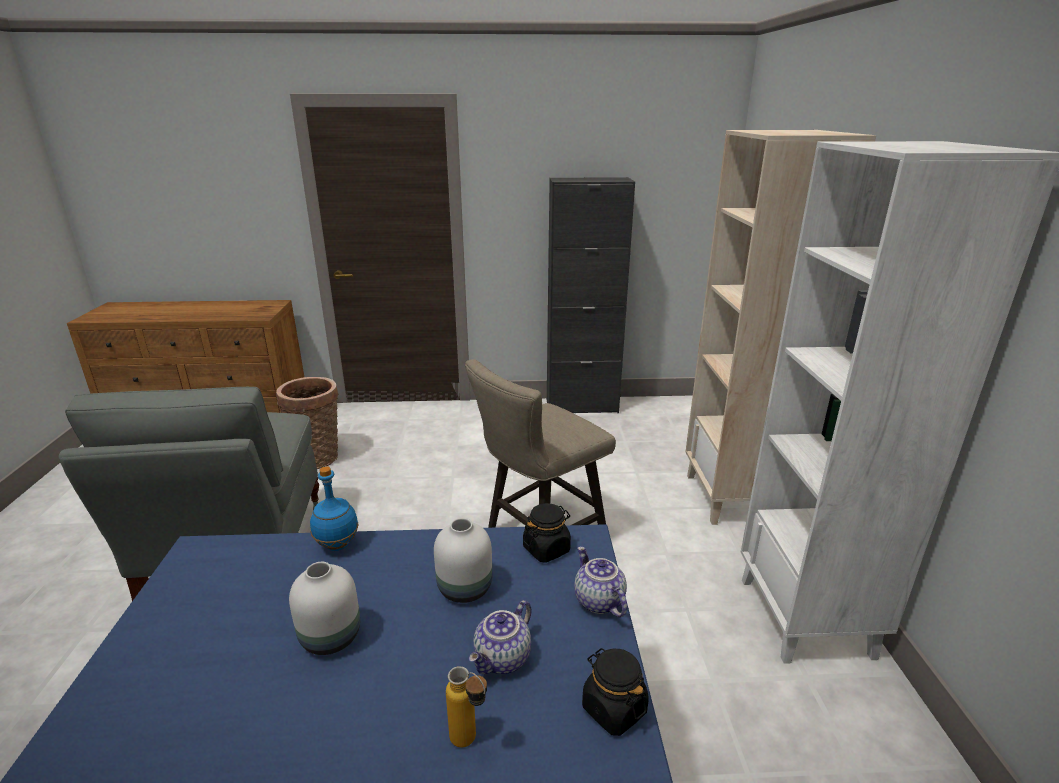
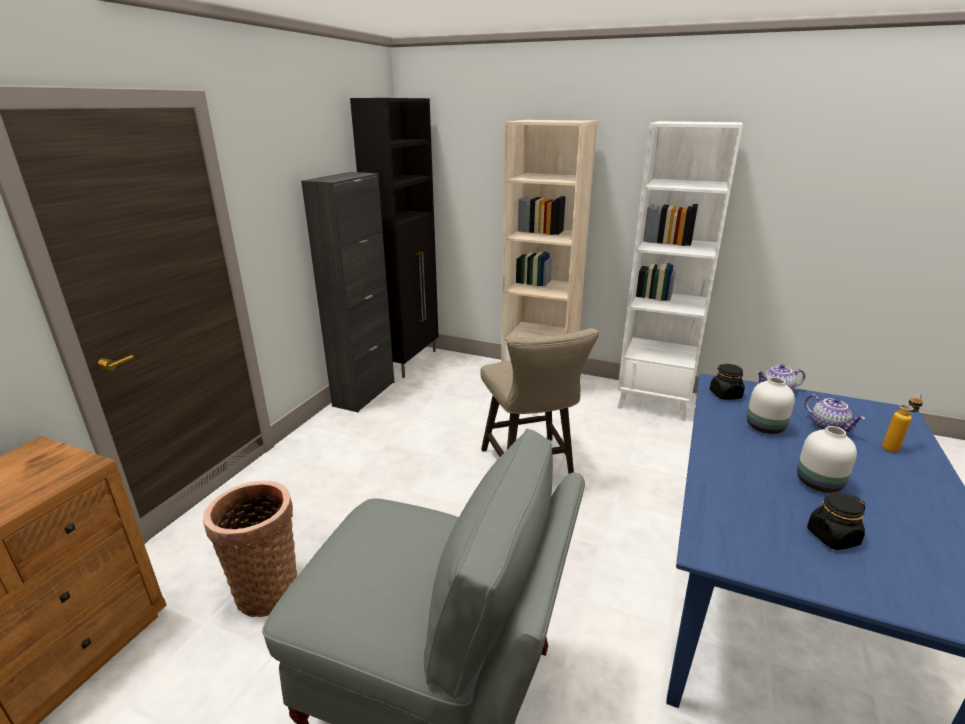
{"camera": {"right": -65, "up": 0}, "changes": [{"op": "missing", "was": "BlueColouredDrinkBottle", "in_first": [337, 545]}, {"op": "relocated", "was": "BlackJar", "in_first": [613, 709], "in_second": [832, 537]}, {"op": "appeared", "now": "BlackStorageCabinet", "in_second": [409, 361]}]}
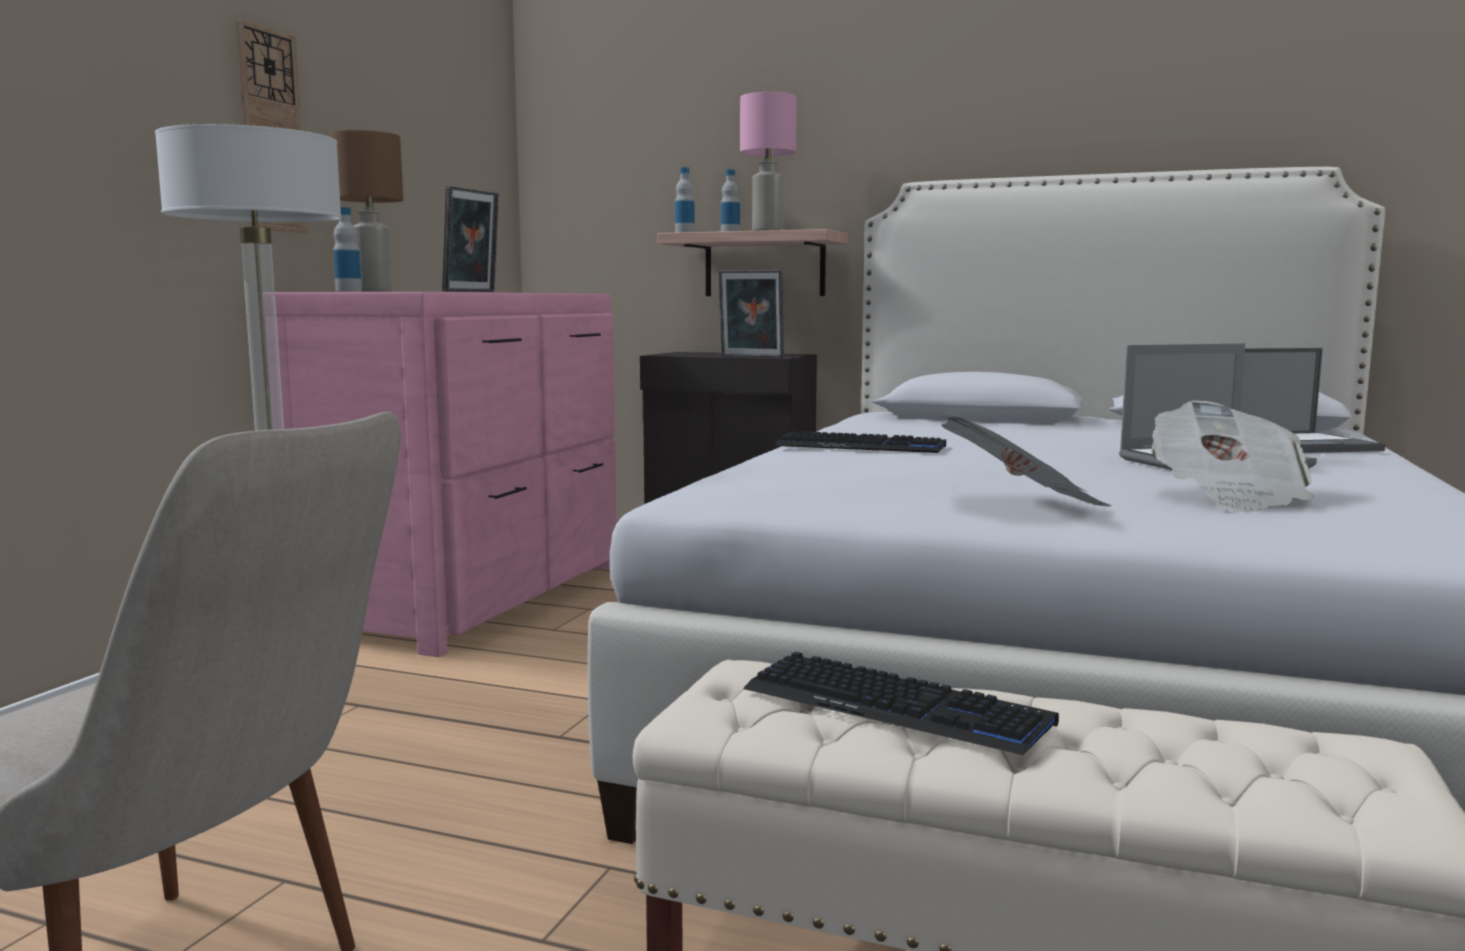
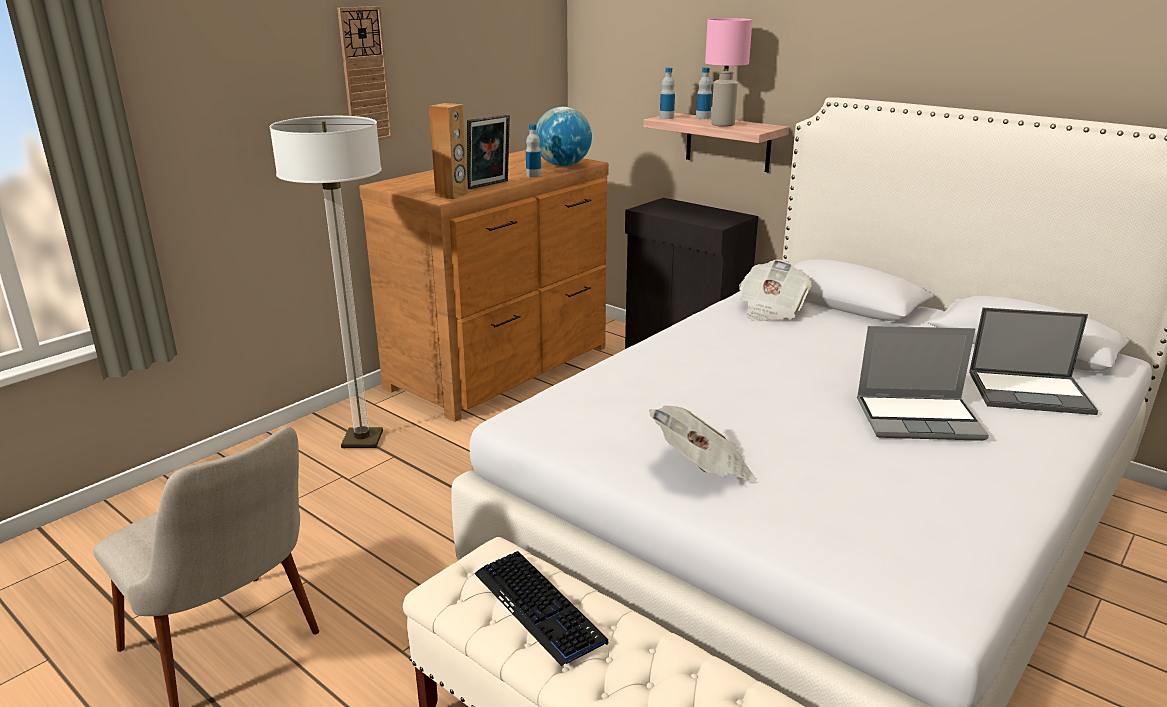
{"camera": {"right": 20, "up": 15}, "changes": [{"op": "colour", "was": "PinkDresser", "now": "BrownishDresser", "in_first": [476, 598], "in_second": [503, 368]}, {"op": "missing", "was": "BrownishTableLamp", "in_first": [374, 291]}, {"op": "relocated", "was": "DrinkBottle", "in_first": [348, 291], "in_second": [533, 175]}, {"op": "missing", "was": "StandingFrame", "in_first": [751, 357]}, {"op": "missing", "was": "Keyboard", "in_first": [861, 446]}, {"op": "relocated", "was": "Newspaper", "in_first": [1227, 497], "in_second": [770, 310]}, {"op": "appeared", "now": "BrownishAudioSpeaker", "in_second": [452, 195]}, {"op": "appeared", "now": "DeskGlobe", "in_second": [563, 165]}]}
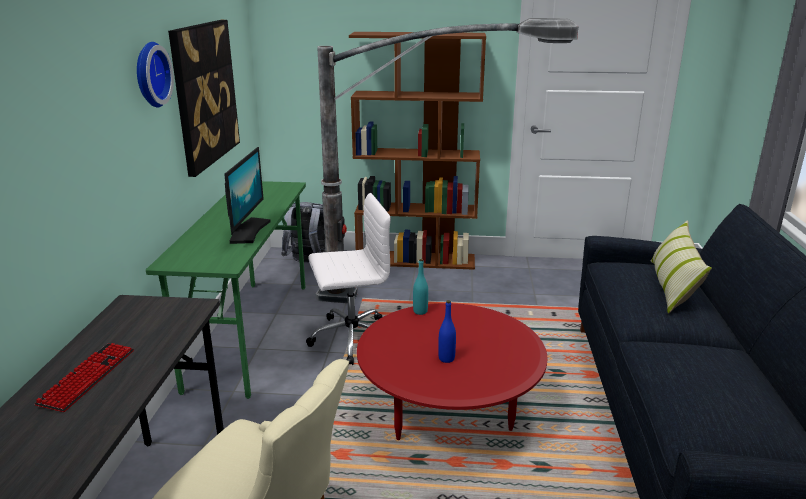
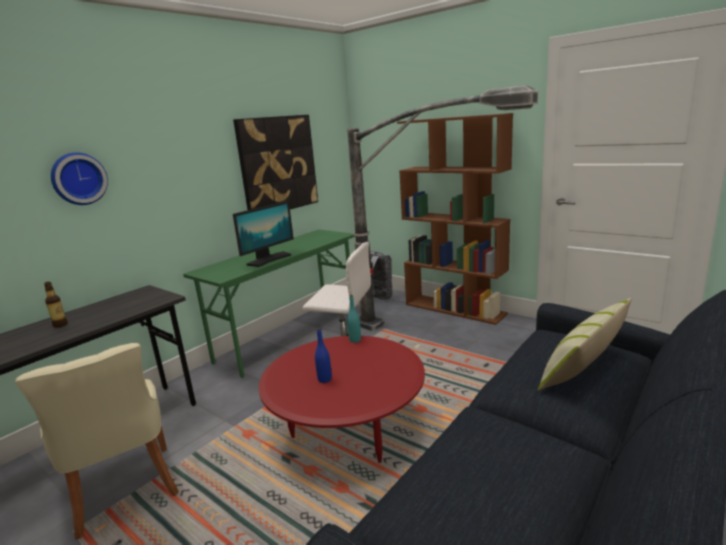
{"camera": {"right": 35, "up": -5}, "changes": [{"op": "exchanged", "was": "Keyboard", "now": "DrinkBottle", "in_first": [88, 377], "in_second": [60, 325]}, {"op": "relocated", "was": "HangingClock", "in_first": [149, 74], "in_second": [78, 179]}]}
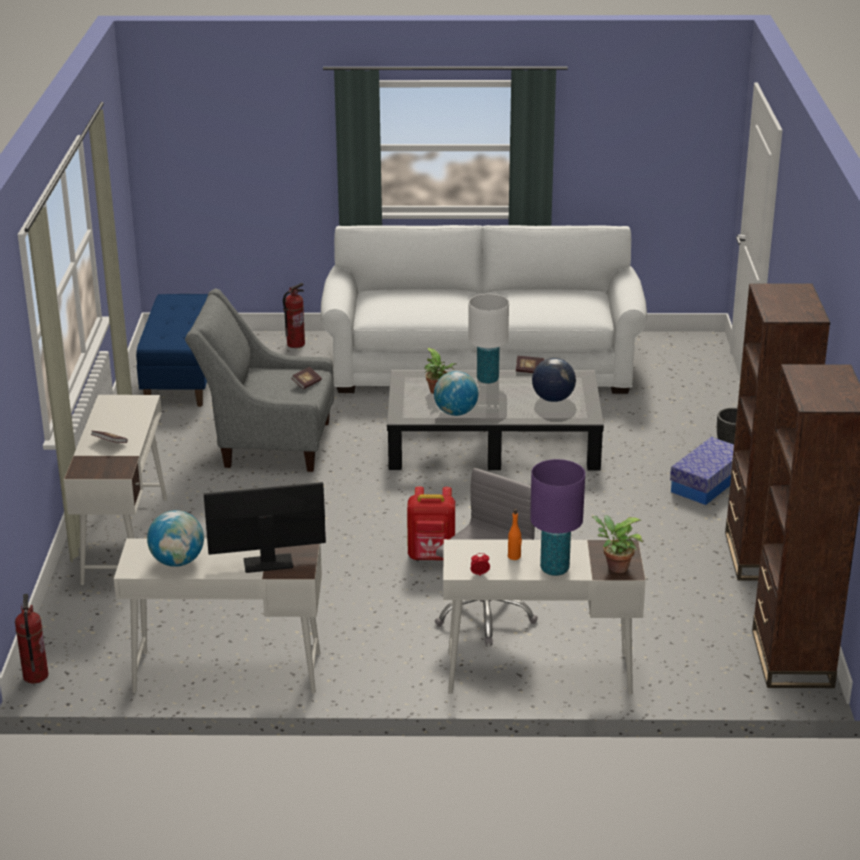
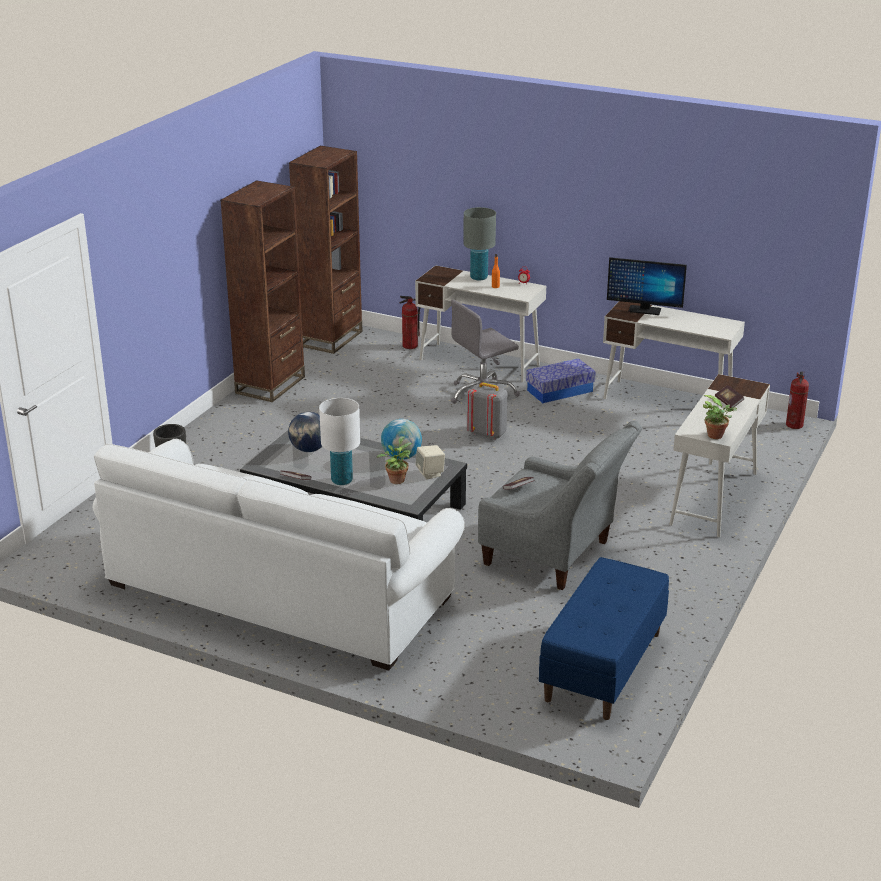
{"camera": {"right": -155, "up": 0}, "changes": [{"op": "missing", "was": "DeskGlobe", "in_first": [177, 562]}, {"op": "relocated", "was": "Extinguisher", "in_first": [296, 344], "in_second": [410, 346]}, {"op": "colour", "was": "RedColouredKnapsack", "now": "GreyishKnapsack", "in_first": [431, 556], "in_second": [487, 433]}, {"op": "colour", "was": "PurpleTableLamp", "now": "GreyishTableLamp", "in_first": [554, 569], "in_second": [479, 278]}, {"op": "relocated", "was": "PottedPlant", "in_first": [615, 567], "in_second": [717, 436]}, {"op": "relocated", "was": "StorageContainer", "in_first": [707, 483], "in_second": [559, 391]}, {"op": "appeared", "now": "BeigeColouredAudioSpeaker", "in_second": [430, 473]}]}
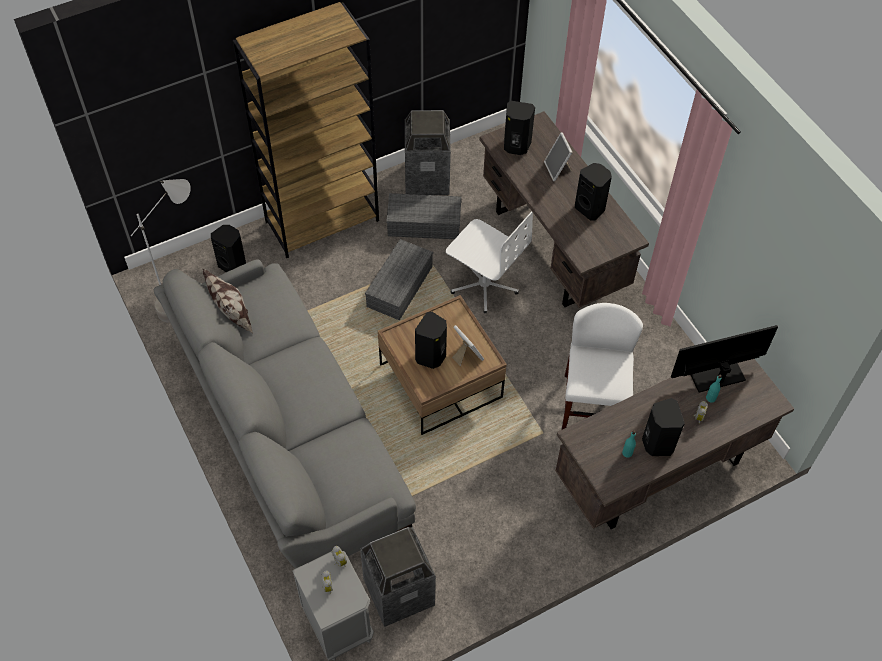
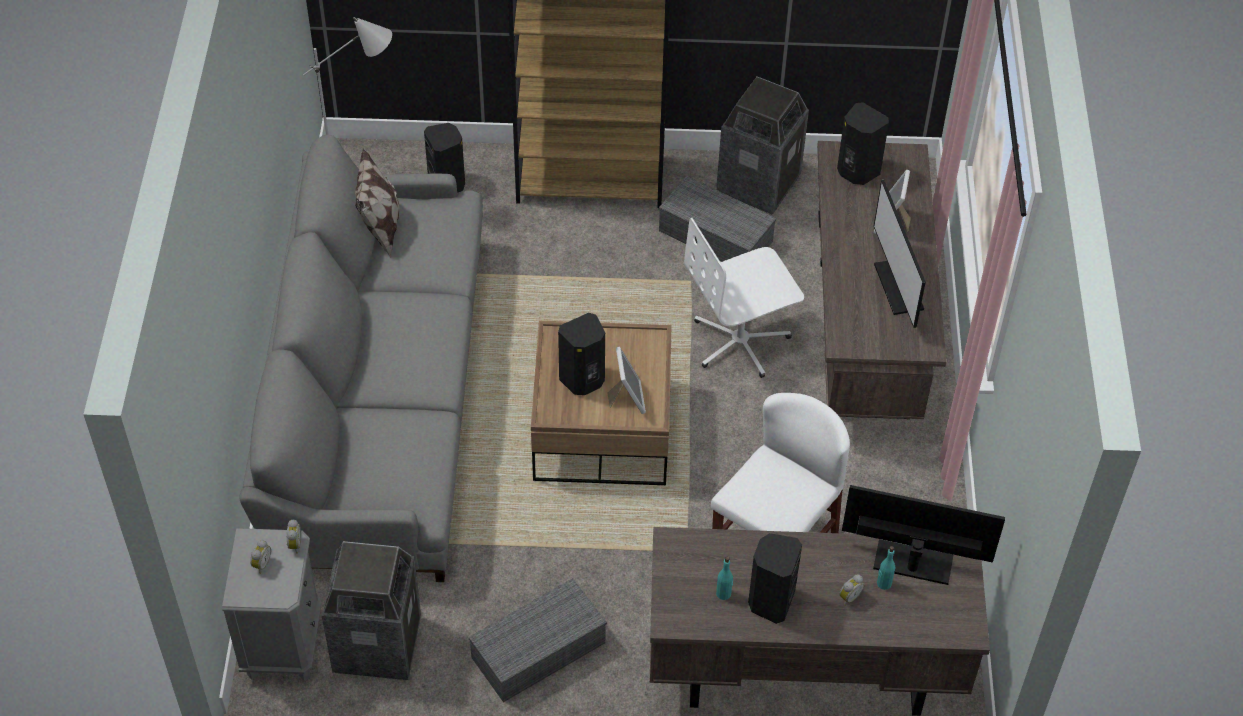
{"camera": {"right": 30, "up": -5}, "changes": [{"op": "relocated", "was": "GreyishStorageContainer", "in_first": [399, 285], "in_second": [539, 648]}, {"op": "spun", "was": "WhiteColouredDeskChair", "in_first": [484, 284], "in_second": [740, 341], "clockwise": 90}, {"op": "exchanged", "was": "BlackAudioSpeaker", "now": "ComputerScreen", "in_first": [590, 208], "in_second": [898, 287]}]}
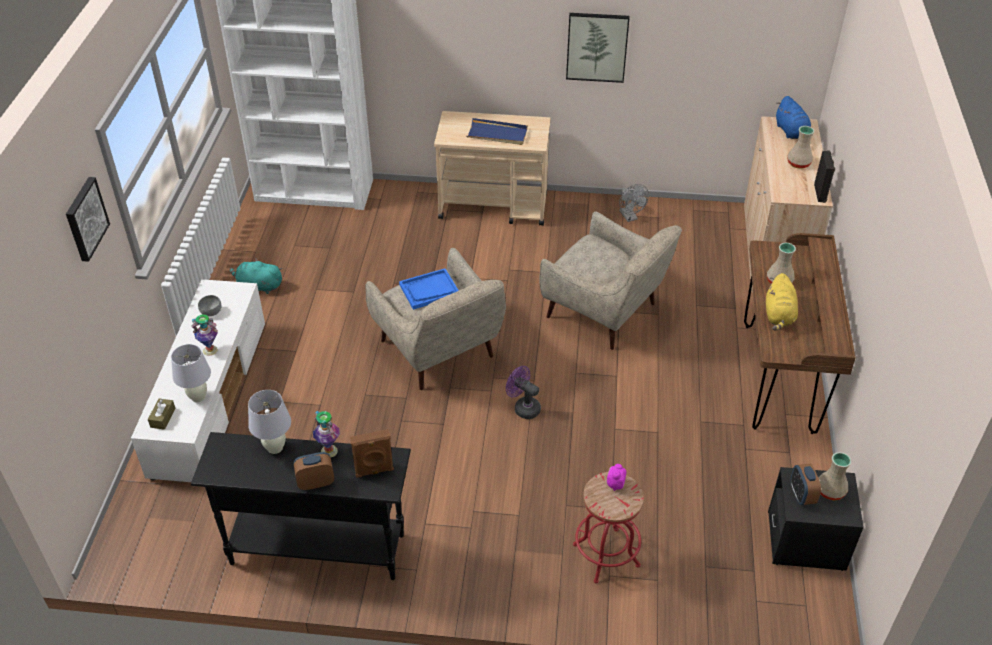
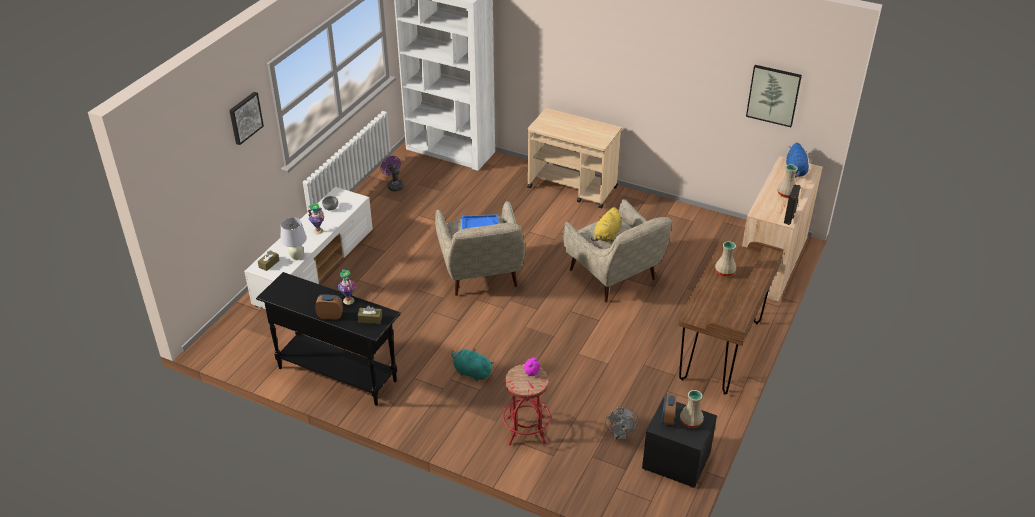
{"camera": {"right": 20, "up": -5}, "changes": [{"op": "relocated", "was": "BlueGreenSoftToy", "in_first": [258, 286], "in_second": [471, 372]}, {"op": "missing", "was": "WhiteColouredTableLamp", "in_first": [275, 448]}, {"op": "exchanged", "was": "BrownishAudioSpeaker", "now": "BrownishBoxOfTissues", "in_first": [374, 471], "in_second": [370, 319]}, {"op": "missing", "was": "BlueColouredCarryingTray", "in_first": [497, 134]}, {"op": "relocated", "was": "PurpleCoolingFan", "in_first": [523, 407], "in_second": [394, 185]}, {"op": "relocated", "was": "WallPicture", "in_first": [597, 47], "in_second": [773, 95]}, {"op": "relocated", "was": "GreyishCoolingFan", "in_first": [630, 217], "in_second": [620, 435]}, {"op": "relocated", "was": "YellowColouredSoftToy", "in_first": [779, 315], "in_second": [607, 235]}]}
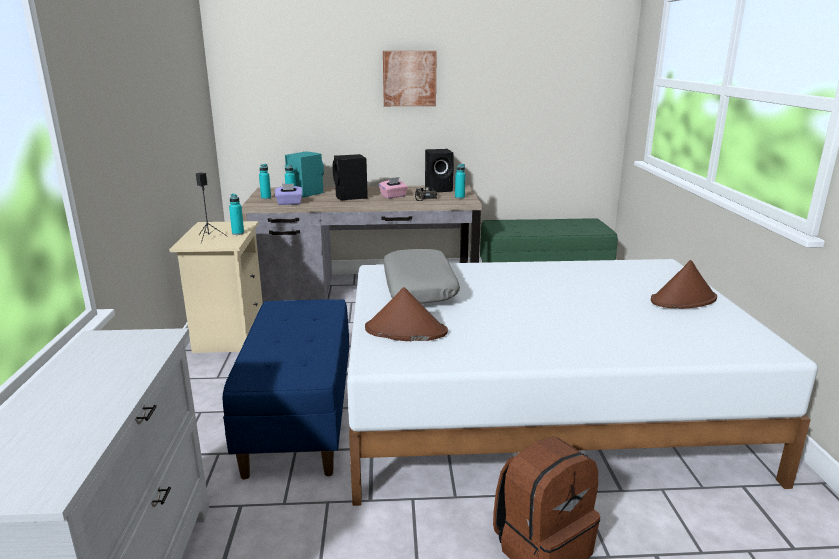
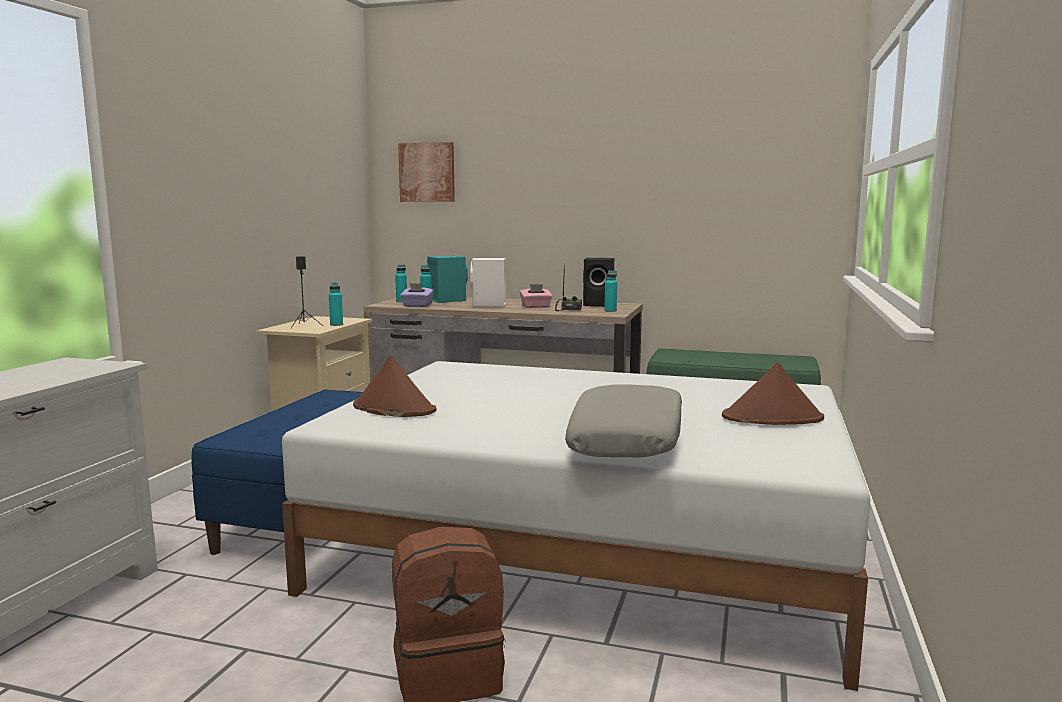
{"camera": {"right": 20, "up": -10}, "changes": [{"op": "colour", "was": "BlackAudioSpeaker", "now": "WhiteColouredAudioSpeaker", "in_first": [351, 197], "in_second": [489, 305]}, {"op": "relocated", "was": "WallPicture", "in_first": [409, 78], "in_second": [427, 172]}, {"op": "relocated", "was": "GreyishPillow", "in_first": [419, 287], "in_second": [628, 440]}]}
